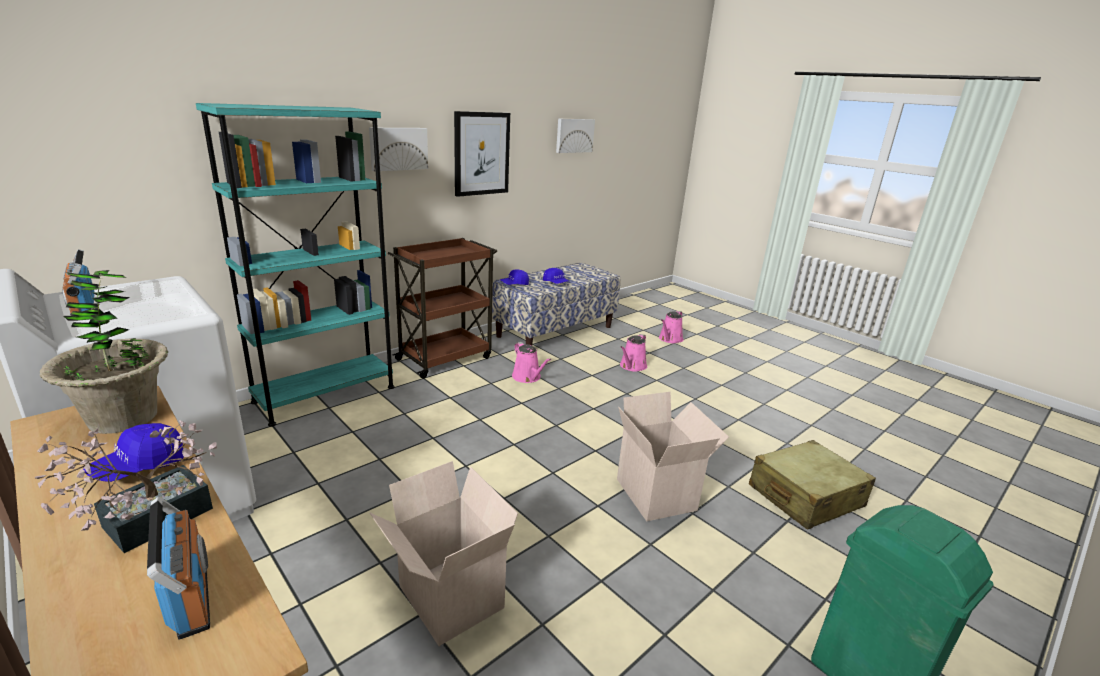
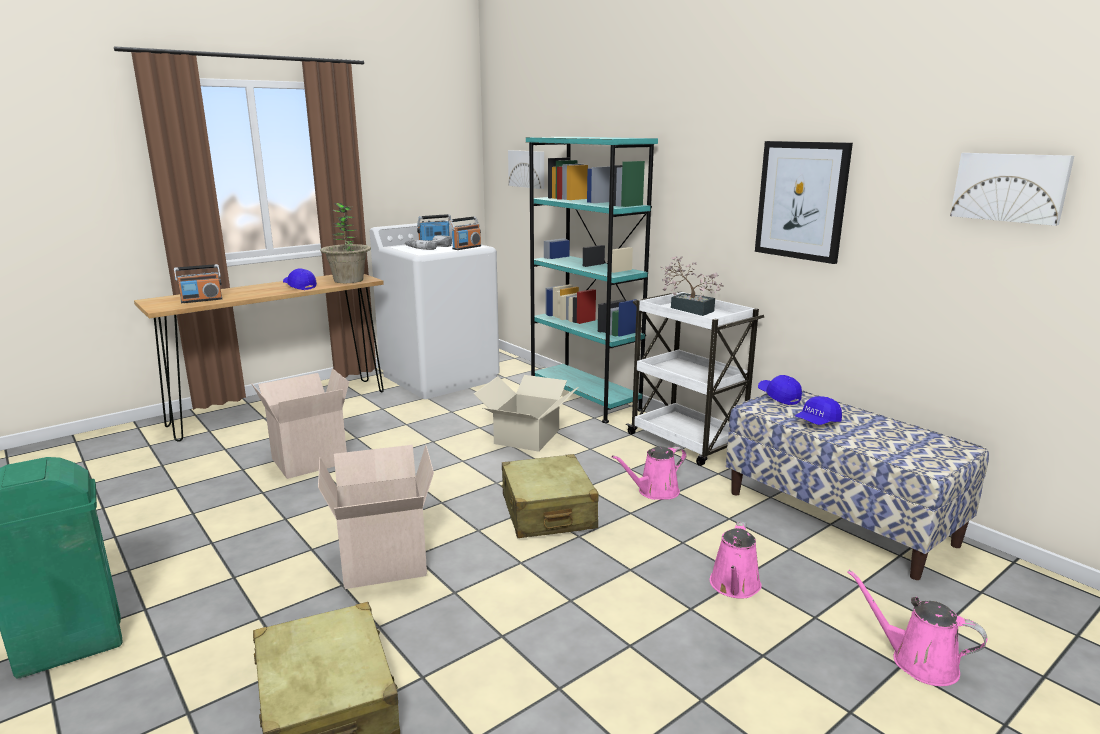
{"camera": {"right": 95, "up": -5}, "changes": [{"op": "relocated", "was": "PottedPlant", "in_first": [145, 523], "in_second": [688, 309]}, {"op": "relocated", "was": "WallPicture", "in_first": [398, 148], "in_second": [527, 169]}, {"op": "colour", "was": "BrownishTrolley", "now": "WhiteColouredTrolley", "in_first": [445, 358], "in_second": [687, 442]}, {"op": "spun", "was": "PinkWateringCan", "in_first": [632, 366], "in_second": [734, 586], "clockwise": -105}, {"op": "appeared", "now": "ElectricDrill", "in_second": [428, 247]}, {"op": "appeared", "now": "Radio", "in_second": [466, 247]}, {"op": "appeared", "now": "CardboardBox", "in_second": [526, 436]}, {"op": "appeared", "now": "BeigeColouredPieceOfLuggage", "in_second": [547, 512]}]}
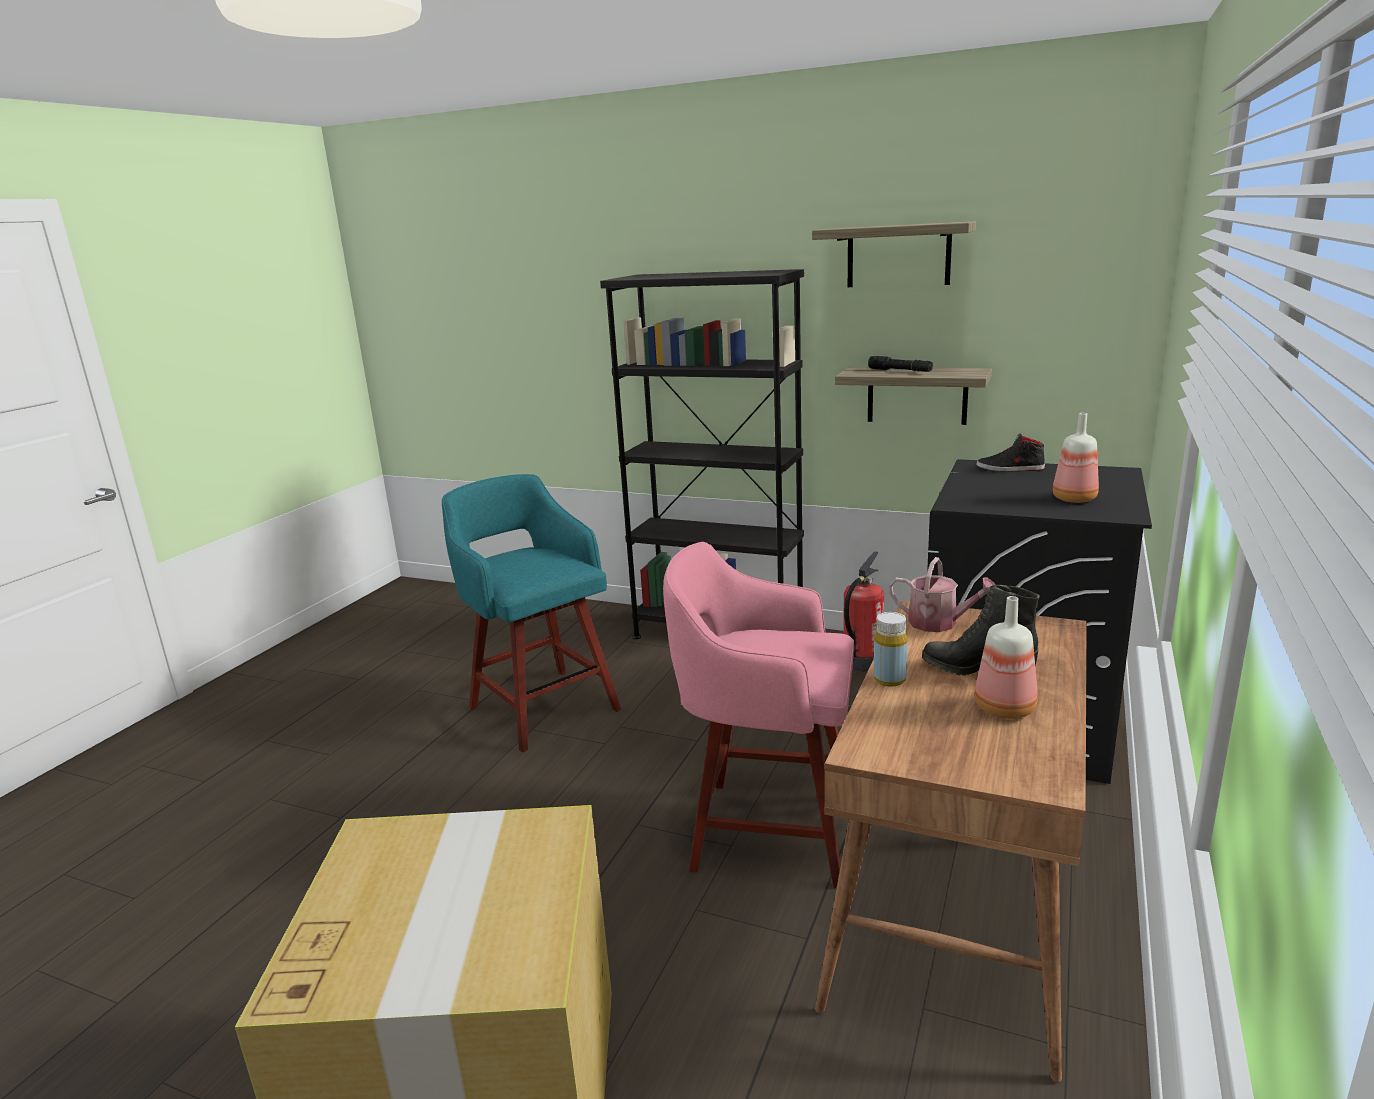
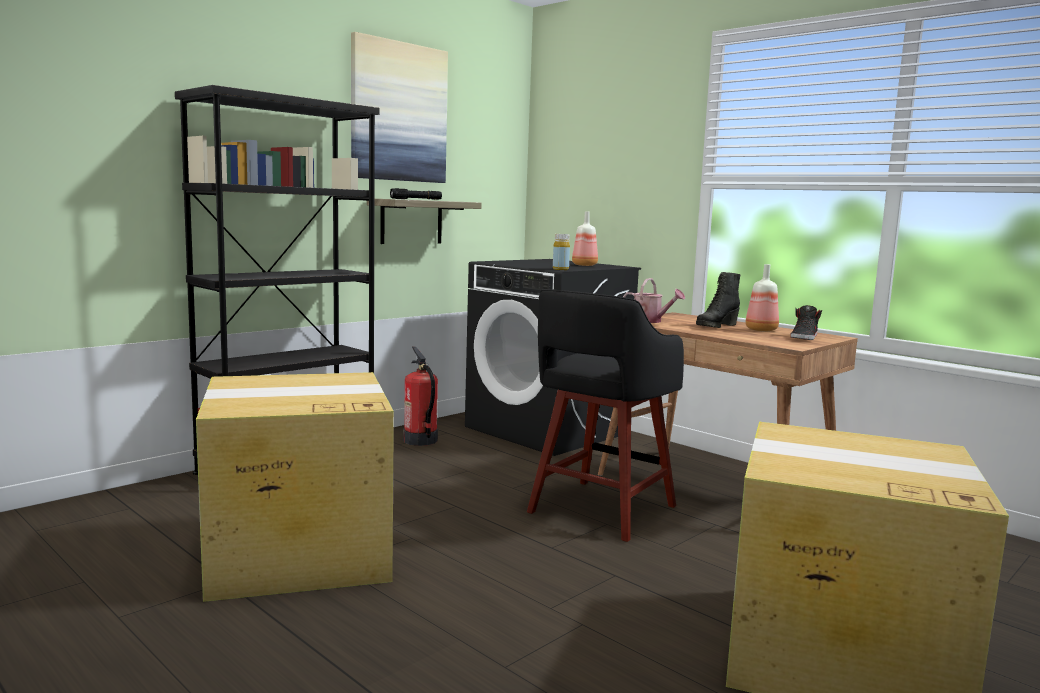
{"camera": {"right": -70, "up": -10}, "changes": [{"op": "exchanged", "was": "BlueGreenSittingStool", "now": "CardboardBox", "in_first": [542, 706], "in_second": [295, 552]}, {"op": "colour", "was": "PinkSittingStool", "now": "BlackSittingStool", "in_first": [767, 830], "in_second": [599, 510]}, {"op": "exchanged", "was": "BracketShelf", "now": "WallPicture", "in_first": [898, 255], "in_second": [398, 112]}, {"op": "relocated", "was": "YellowColouredDrinkBottle", "in_first": [889, 679], "in_second": [560, 269]}, {"op": "spun", "was": "WateringCan", "in_first": [939, 623], "in_second": [650, 321], "clockwise": 75}, {"op": "relocated", "was": "BlackItemOfFootwear", "in_first": [1010, 469], "in_second": [804, 337]}]}
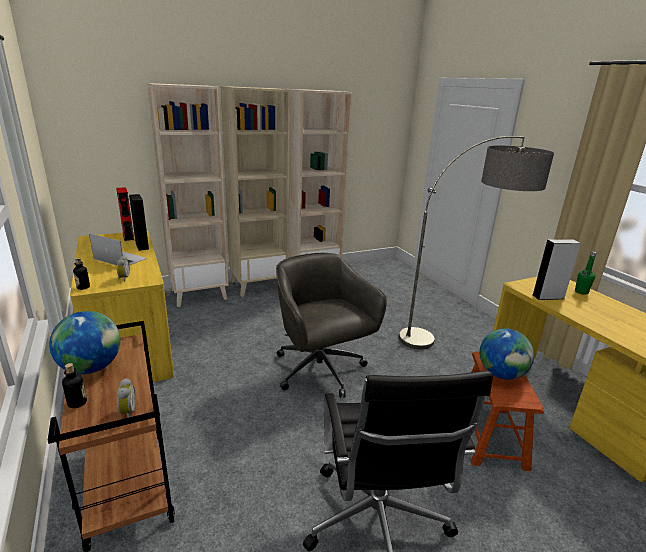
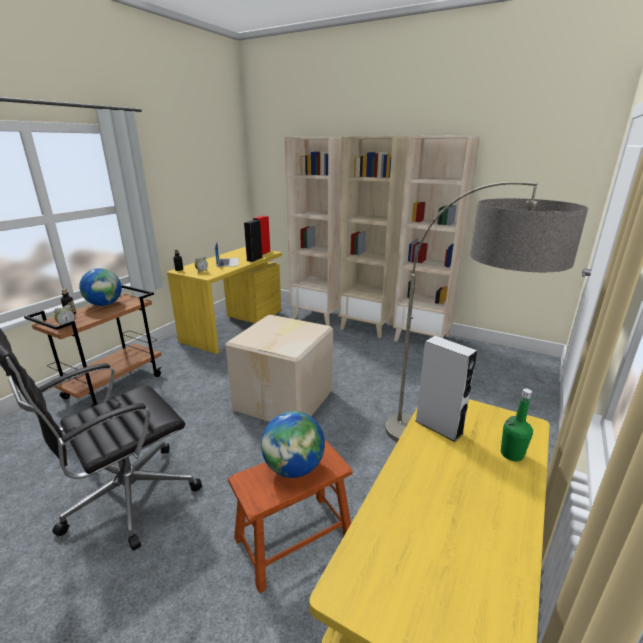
{"camera": {"right": 55, "up": 0}, "changes": [{"op": "exchanged", "was": "GreyishDeskChair", "now": "CardboardBox", "in_first": [320, 371], "in_second": [285, 400]}]}
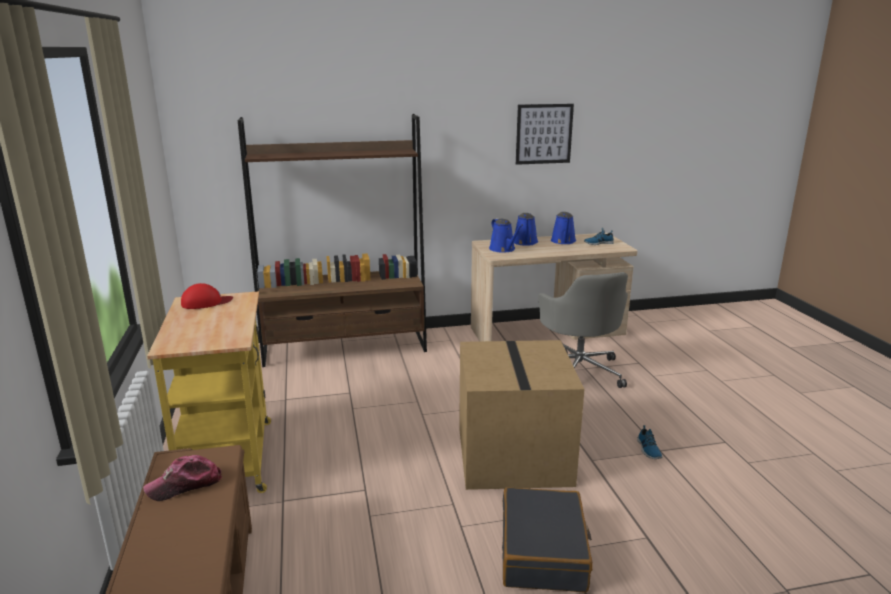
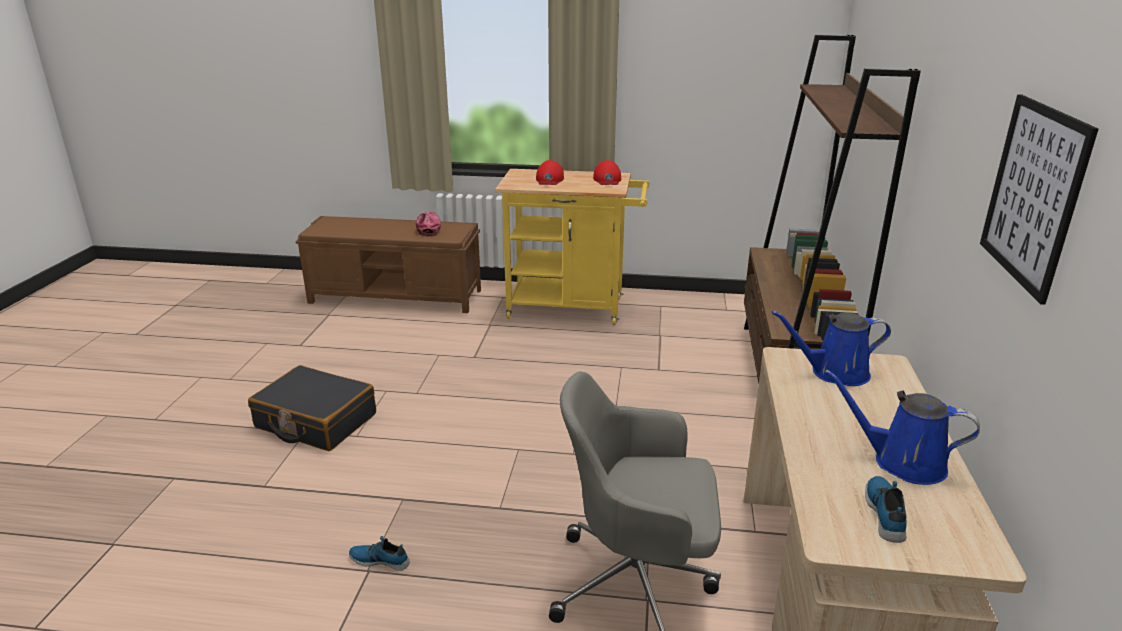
{"camera": {"right": 110, "up": 5}, "changes": [{"op": "missing", "was": "CardboardBox", "in_first": [511, 455]}, {"op": "missing", "was": "BlueColouredWateringCan", "in_first": [525, 242]}, {"op": "appeared", "now": "RedColouredCap", "in_second": [549, 179]}]}
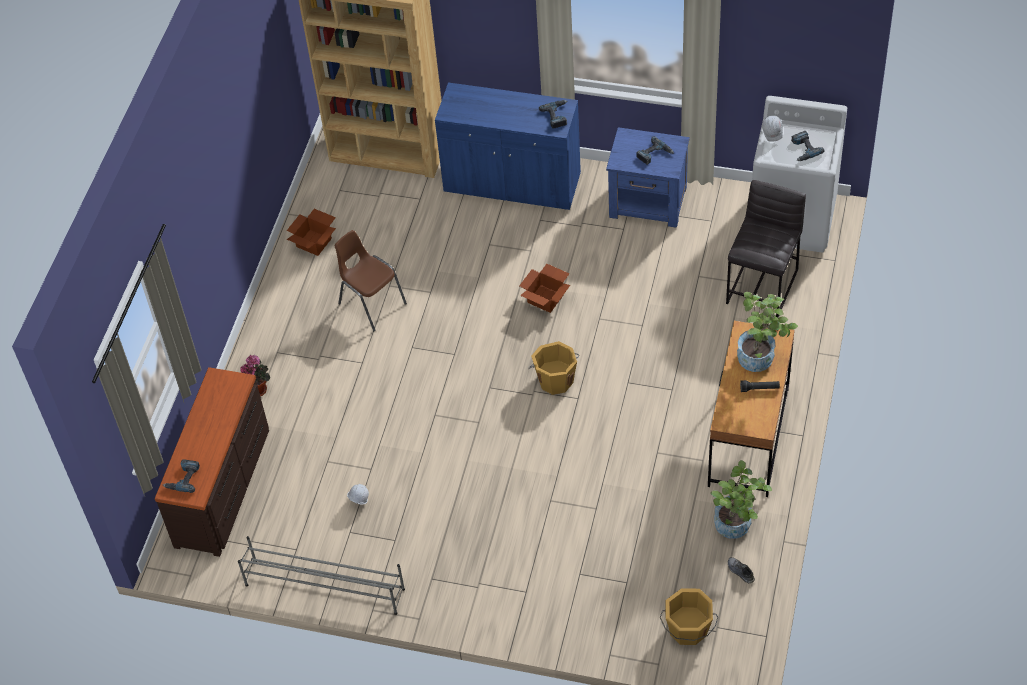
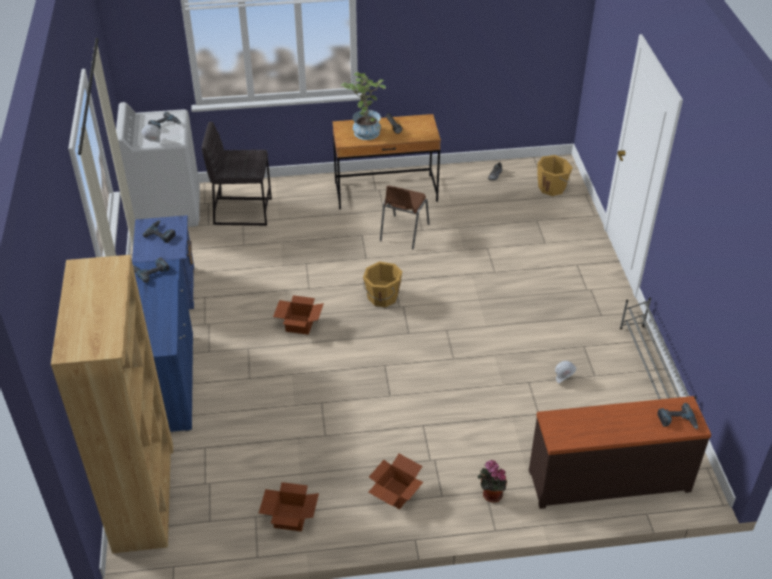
{"camera": {"right": -115, "up": -10}, "changes": [{"op": "relocated", "was": "BrownishUprightChair", "in_first": [371, 303], "in_second": [403, 232]}, {"op": "missing", "was": "PottedPlant", "in_first": [736, 527]}, {"op": "appeared", "now": "CardboardBox", "in_second": [394, 493]}]}
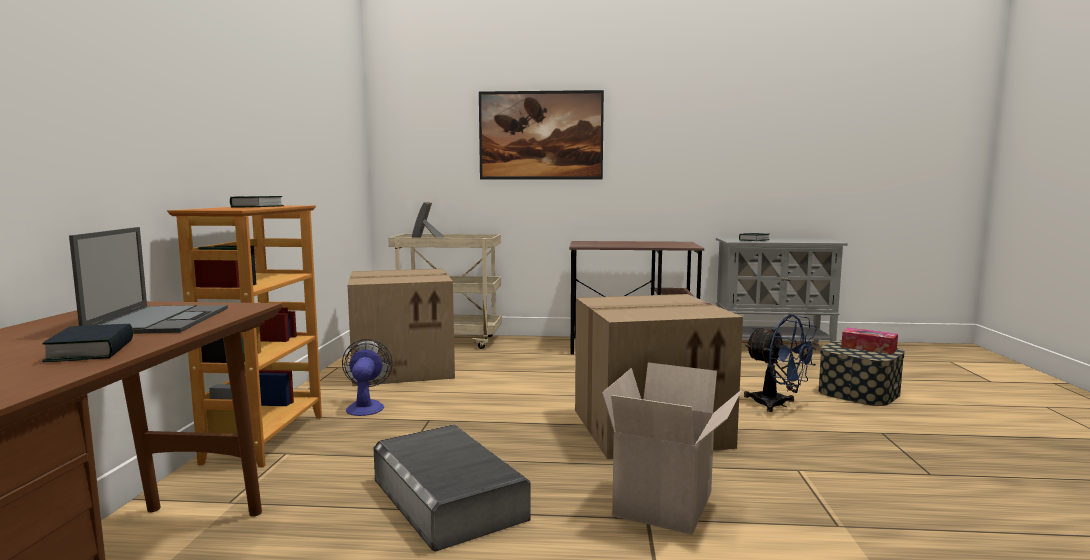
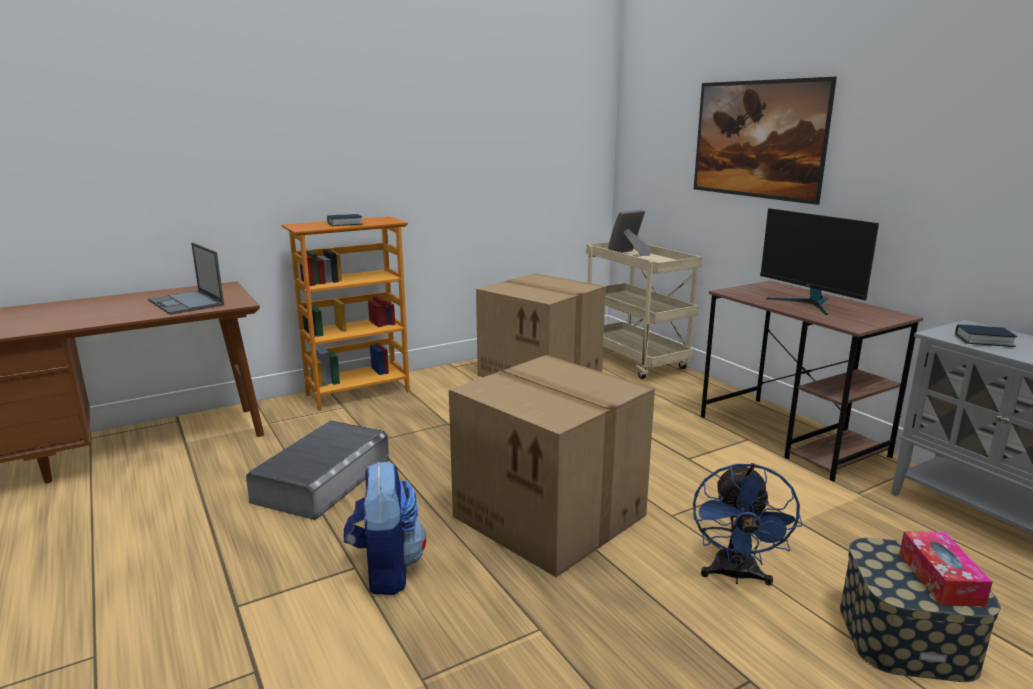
{"camera": {"right": 55, "up": 10}, "changes": [{"op": "missing", "was": "Volume", "in_first": [92, 351]}, {"op": "spun", "was": "Laptop", "in_first": [160, 320], "in_second": [187, 303], "clockwise": 90}, {"op": "missing", "was": "CoolingFan", "in_first": [366, 406]}, {"op": "exchanged", "was": "CardboardBox", "now": "Knapsack", "in_first": [666, 505], "in_second": [386, 570]}, {"op": "appeared", "now": "ComputerScreen", "in_second": [809, 303]}]}
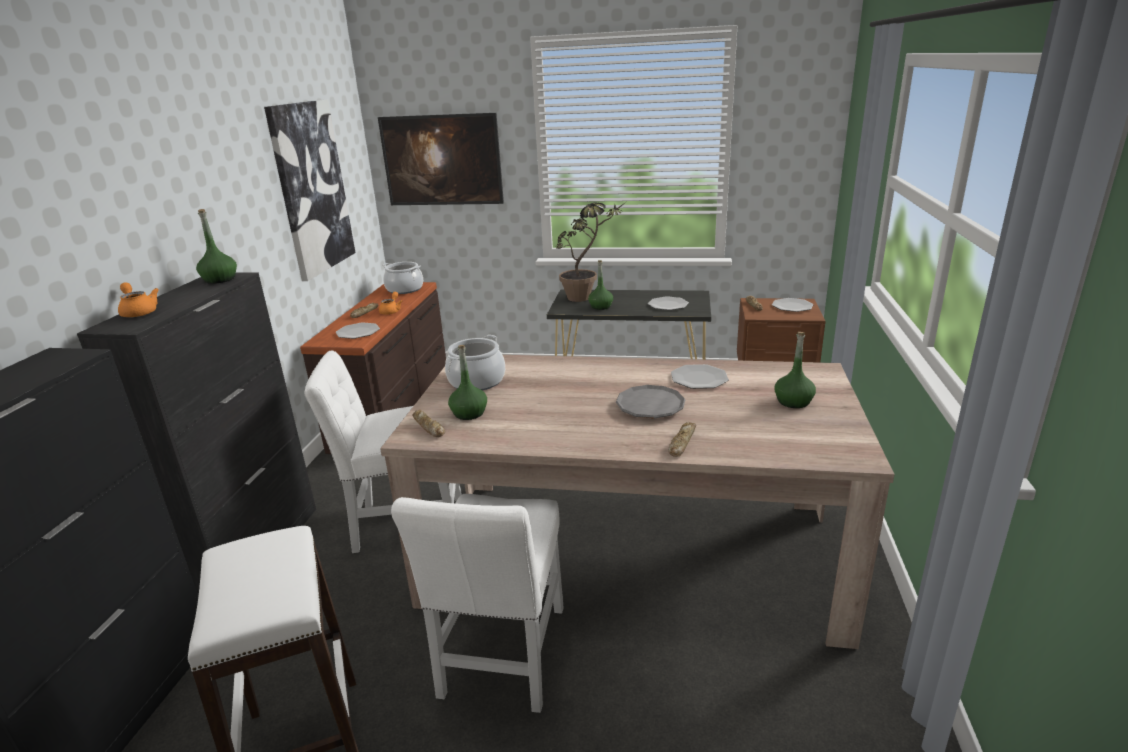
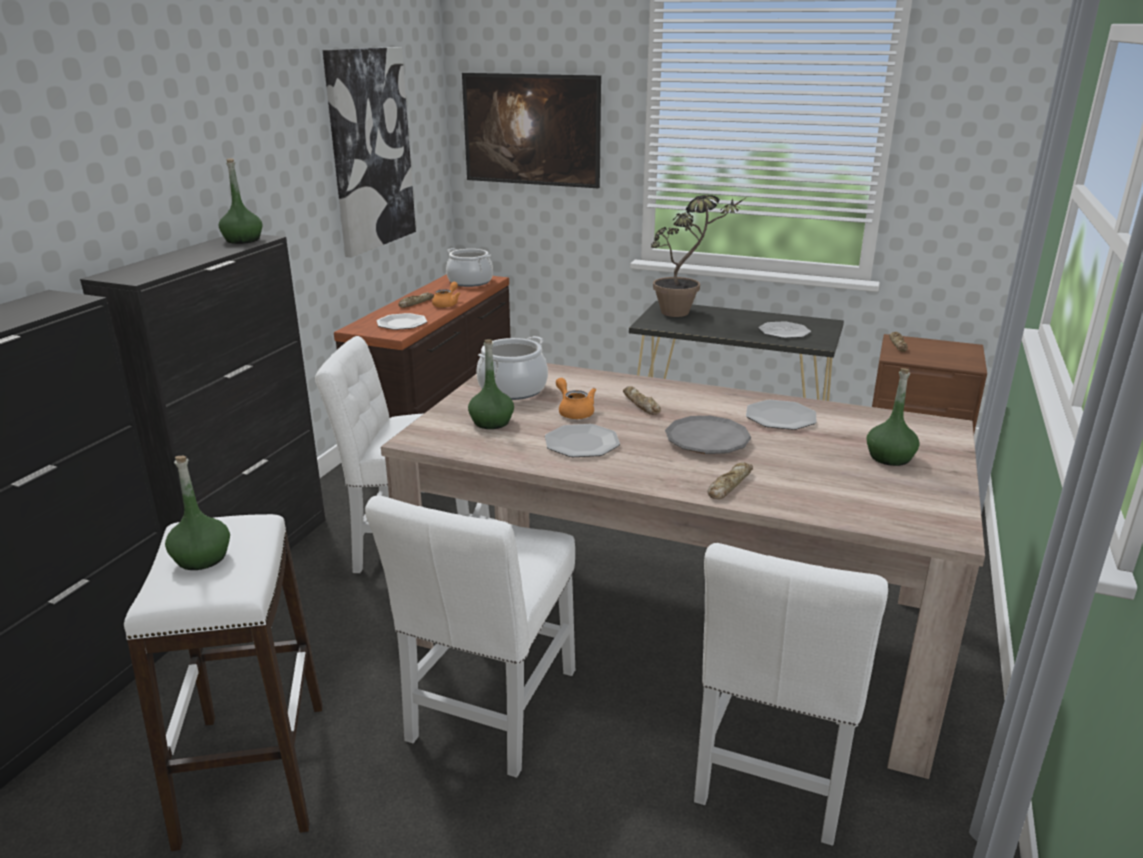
{"camera": {"right": 10, "up": 0}, "changes": [{"op": "relocated", "was": "OrangeyTeapot", "in_first": [139, 312], "in_second": [574, 411]}, {"op": "relocated", "was": "BakeryBread", "in_first": [428, 427], "in_second": [640, 405]}, {"op": "relocated", "was": "GreenishDrinkBottle", "in_first": [600, 306], "in_second": [202, 558]}, {"op": "relocated", "was": "FlatDish", "in_first": [792, 306], "in_second": [582, 443]}, {"op": "appeared", "now": "WhiteColouredUprightChair", "in_second": [775, 768]}]}
